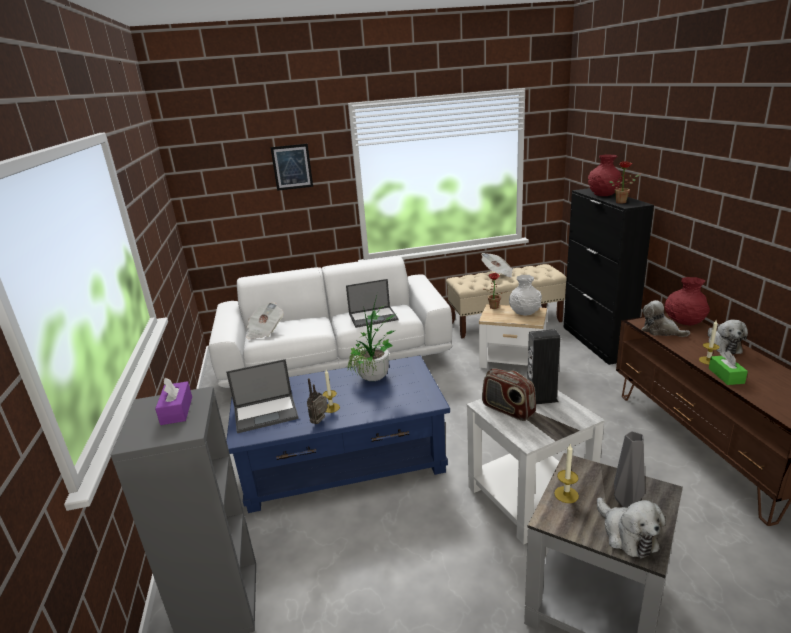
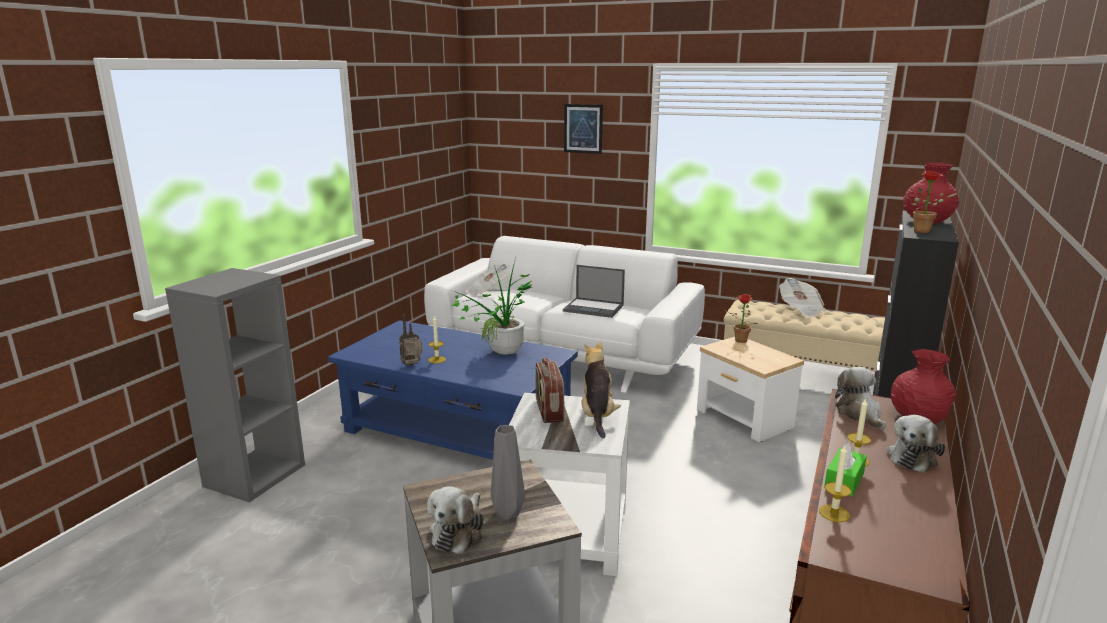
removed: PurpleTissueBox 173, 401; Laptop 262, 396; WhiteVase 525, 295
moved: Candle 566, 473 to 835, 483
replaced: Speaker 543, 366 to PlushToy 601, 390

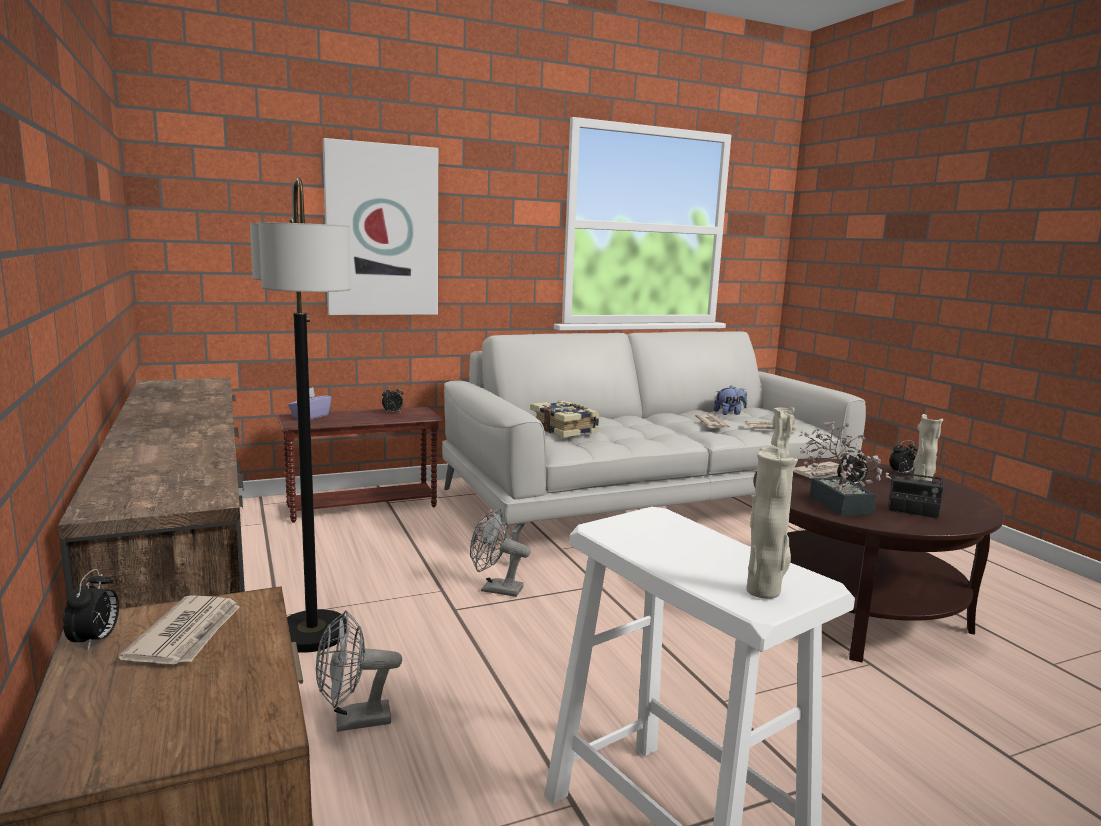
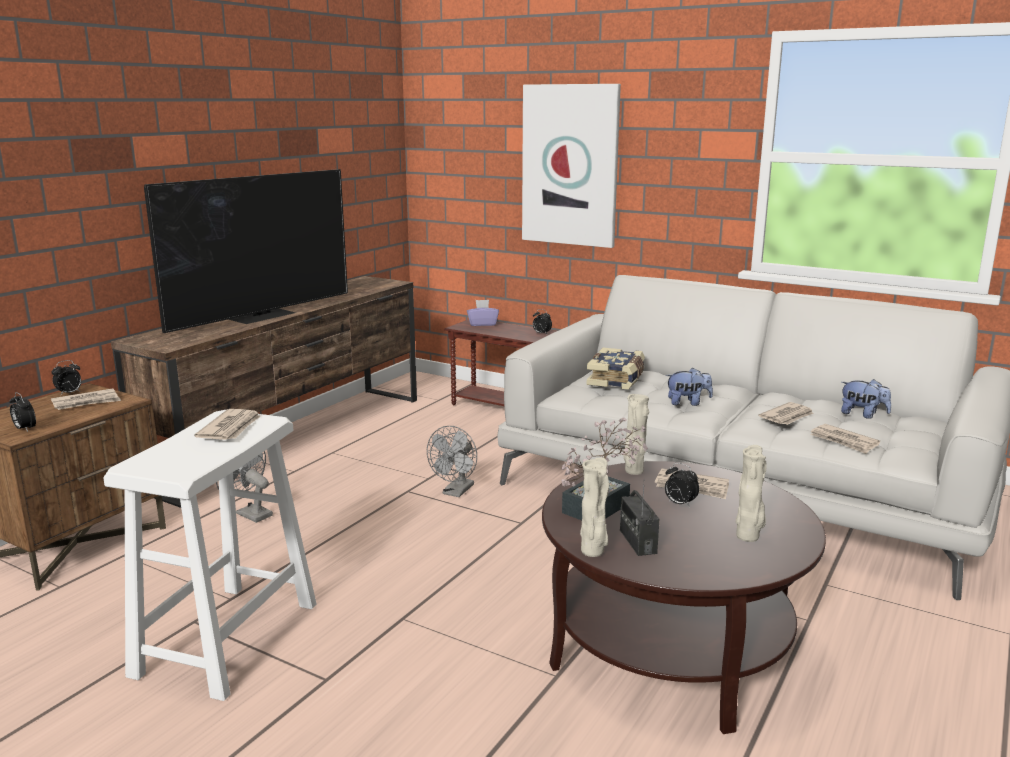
removed: FloorLamp 300, 415
added: Television 246, 251; Newspaper 227, 424; PlushToy 689, 387
moved: AlarmClock 903, 457 to 22, 412; BeigeVase 772, 522 to 594, 507
turned: GreyFan 500, 552 = 452, 461 135 degrees counterclockwise

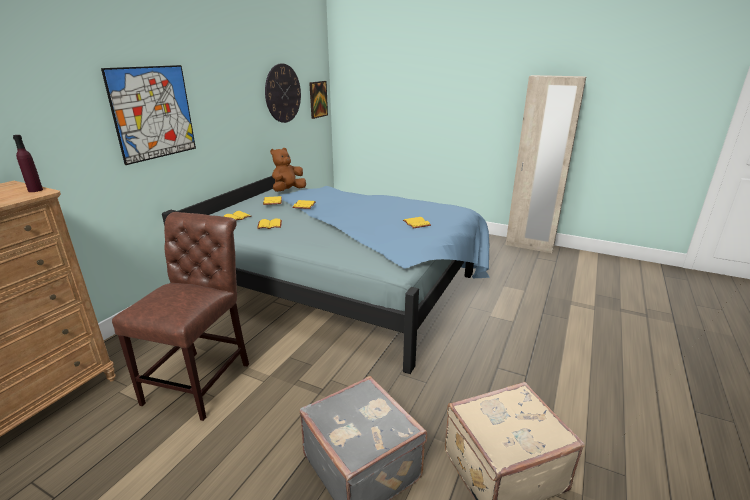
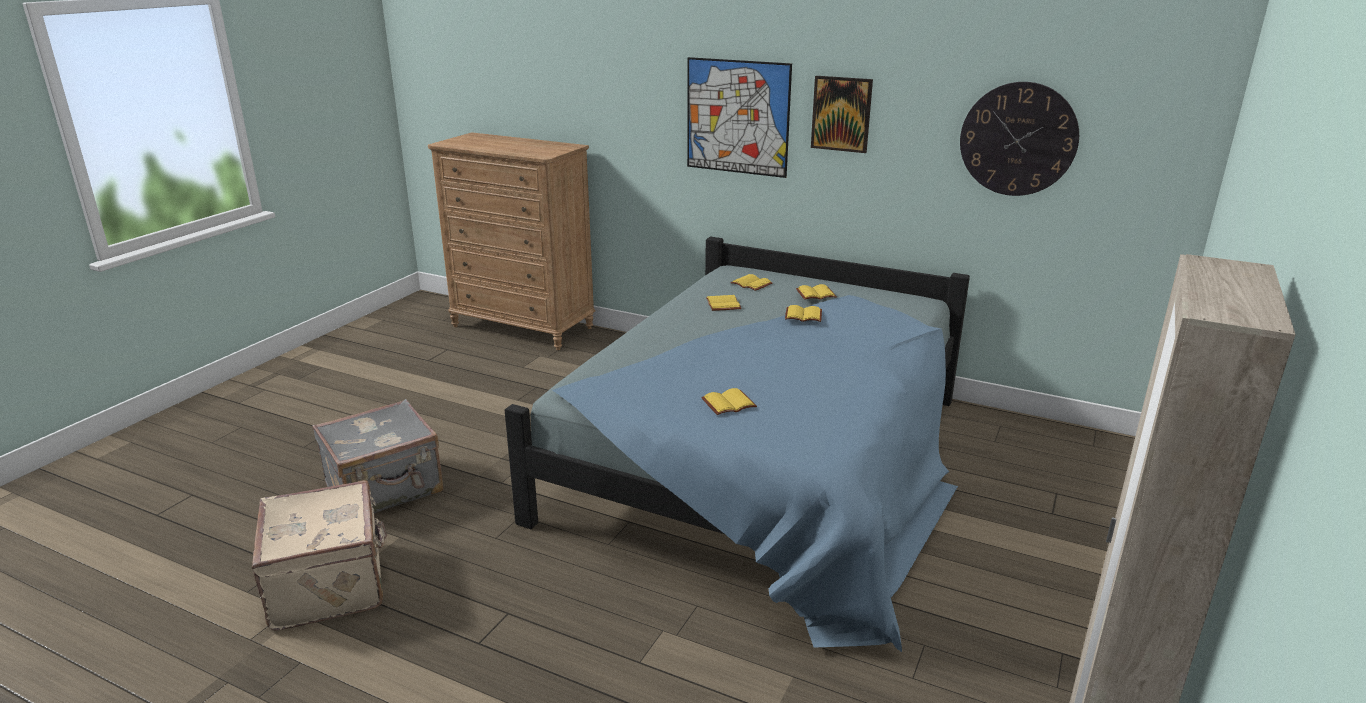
removed: PurpleBottle 28, 163; BrownChair 180, 316; BrownPlushToy 288, 170
moved: Picture 318, 100 to 842, 114

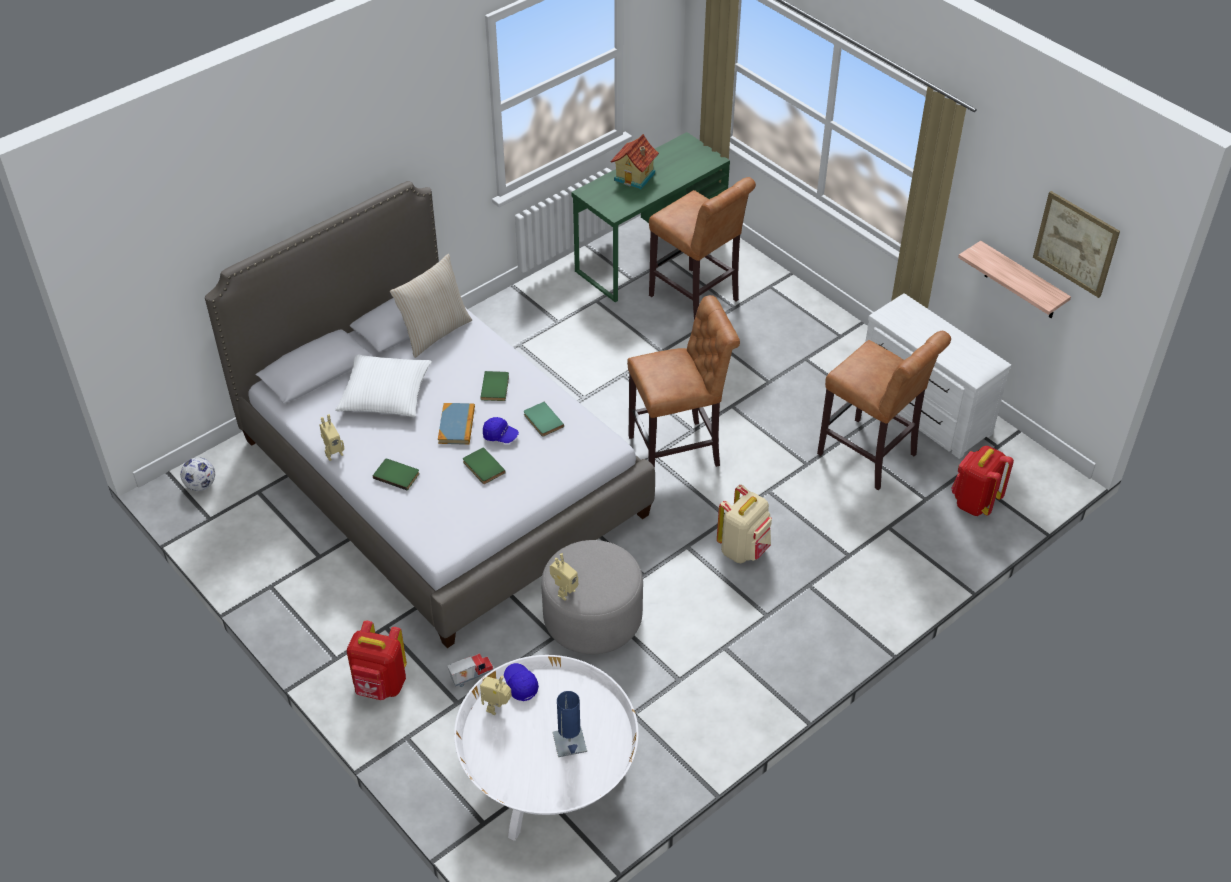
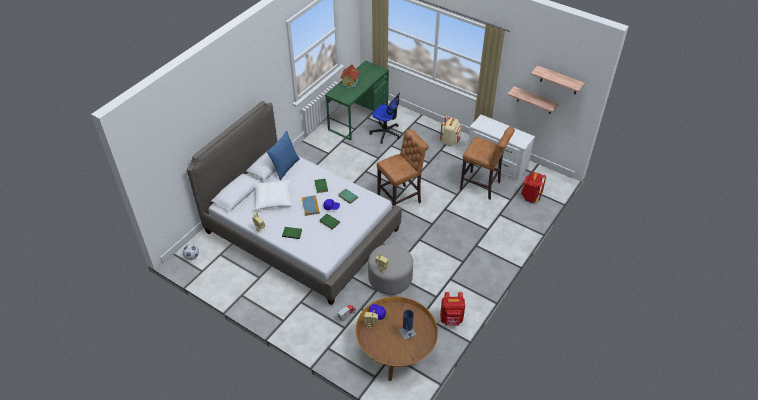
moved: BeigeBackpack 744, 524 to 450, 131; RedBackpack 377, 660 to 452, 309
replaced: BrownStool 702, 248 to OfficeChair 385, 118; Picture 1076, 244 to Shelf 558, 80
recoloured: BeigePillow 431, 306 to BluePillow 283, 155; WhiteCoffeeTable 546, 748 to BrownCoffeeTable 397, 338

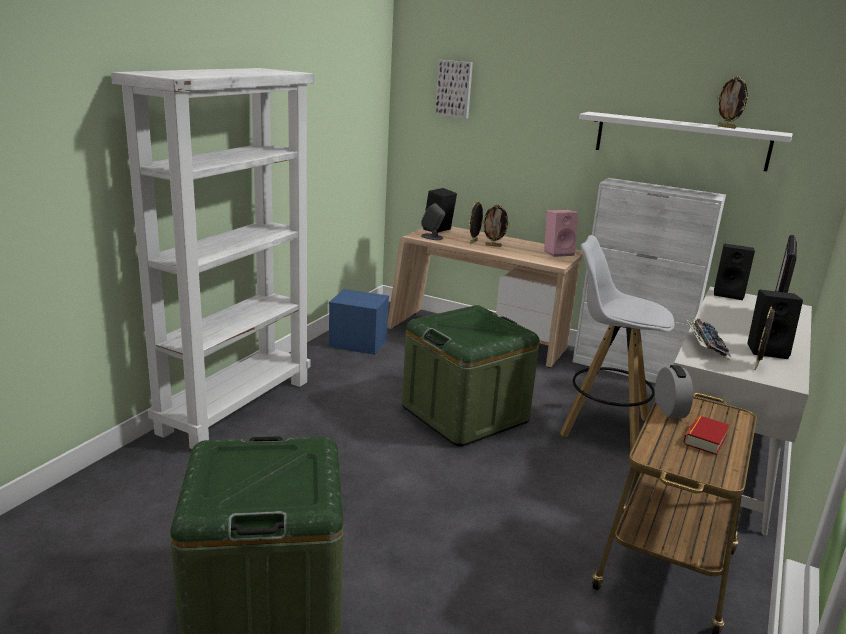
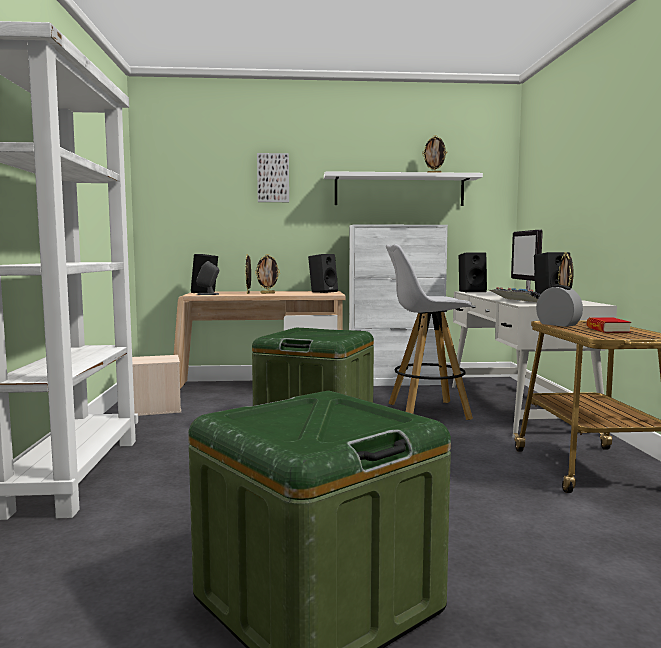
moved: Picture 454, 89 to 273, 177
recoloured: BlueStorageBox 359, 322 to BeigeStorageBox 156, 385; PinkSpeaker 561, 233 to BlackSpeaker 323, 273

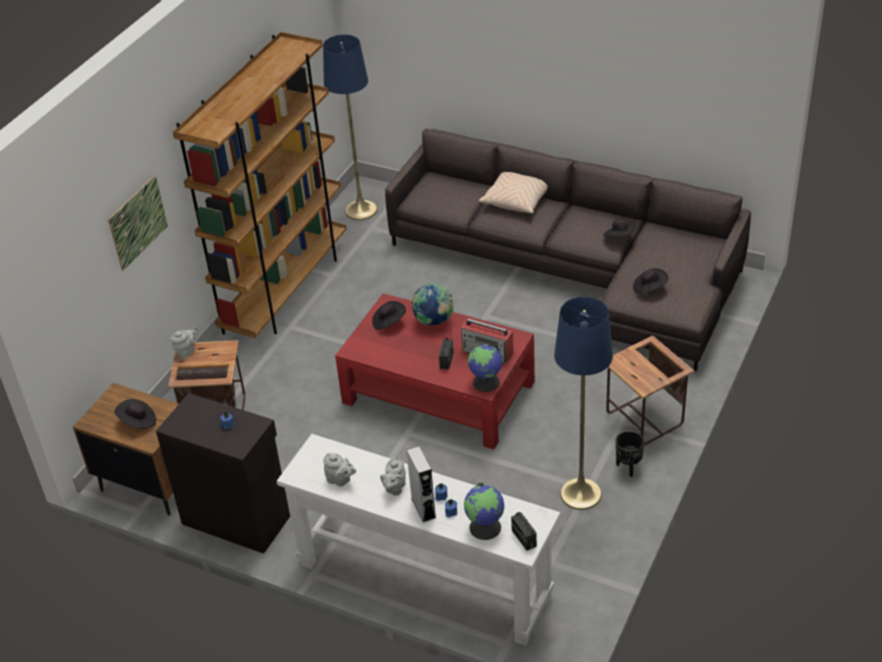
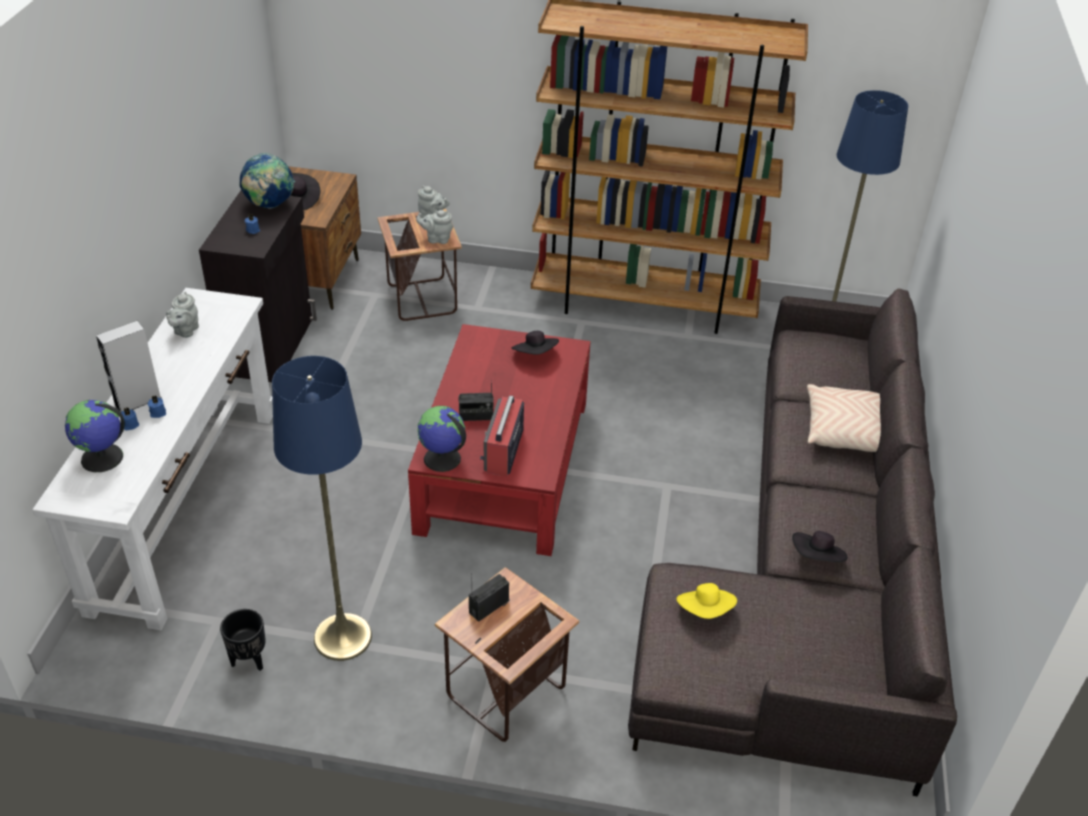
removed: Picture 138, 223
moved: BlackPlanter 630, 454 to 243, 640; Globe 433, 304 to 267, 181; GreyTeapot 393, 476 to 434, 227; Radio 524, 531 to 489, 597
recoloured: BlackHat 651, 281 to YellowHat 707, 601

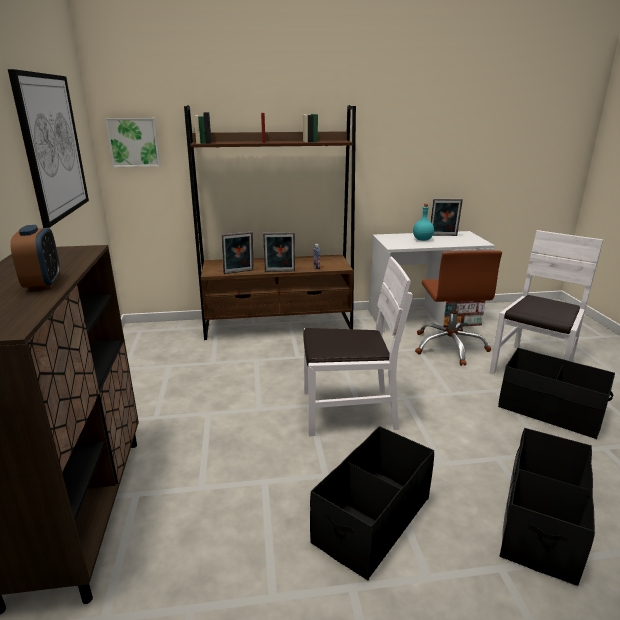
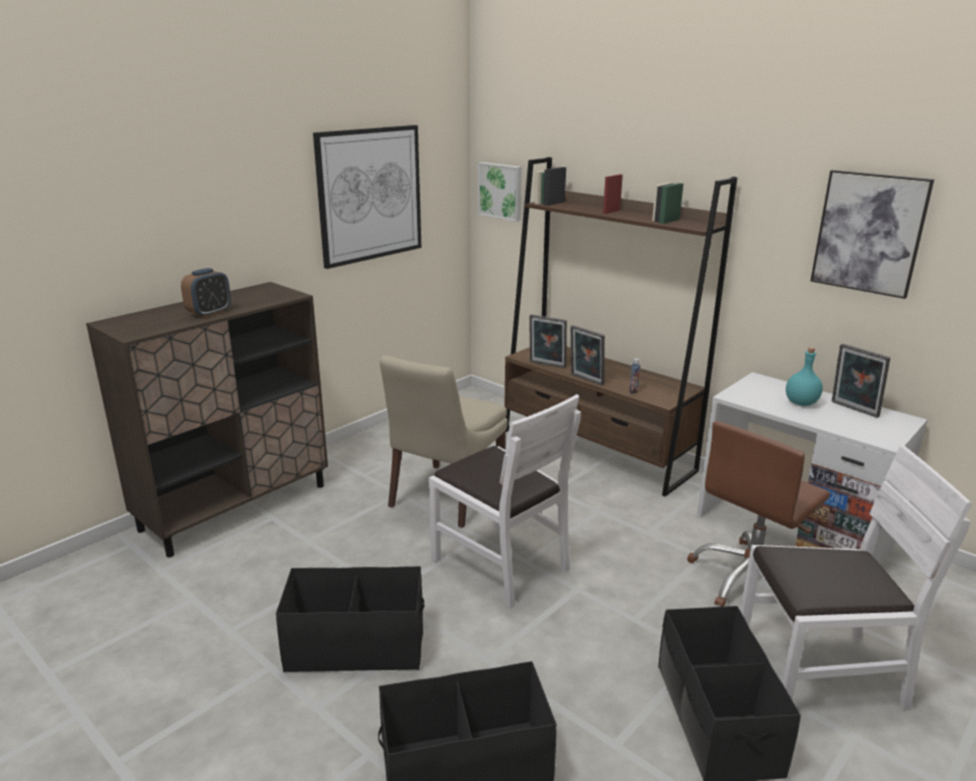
added: BeigeChair 443, 441; Picture 872, 234

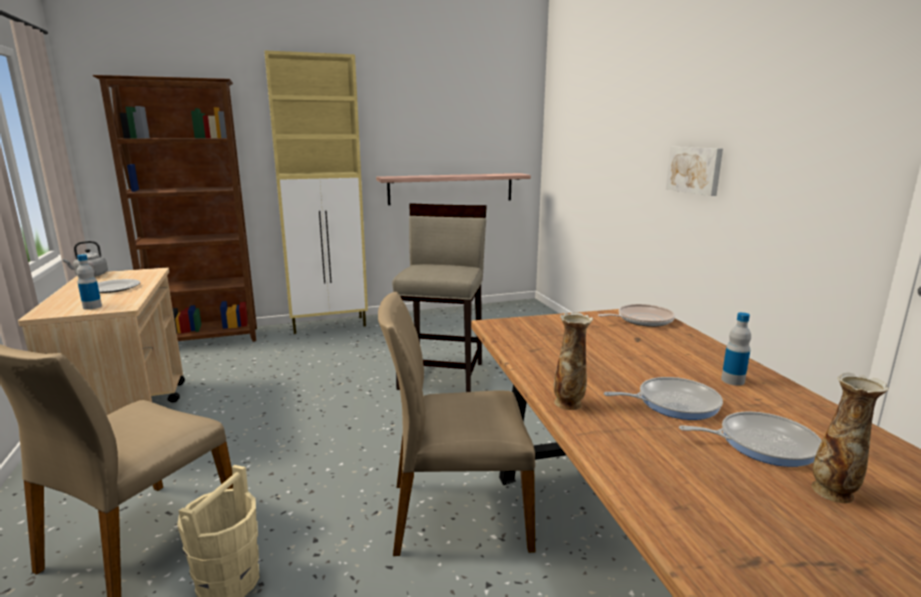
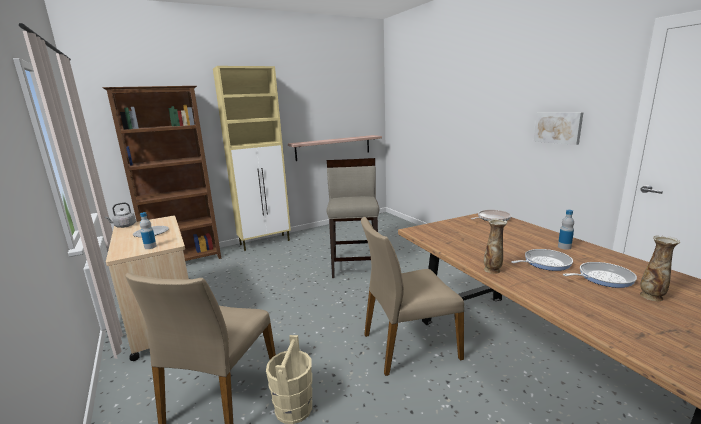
moved: Picture 694, 171 to 558, 128

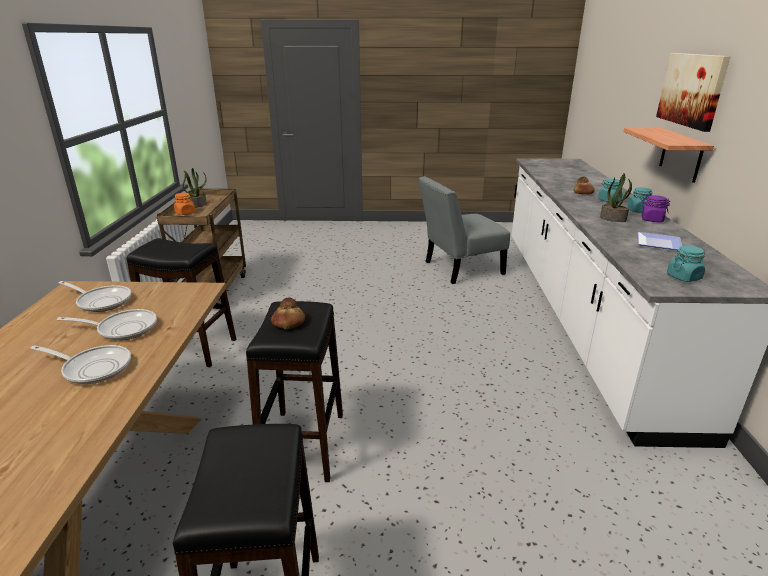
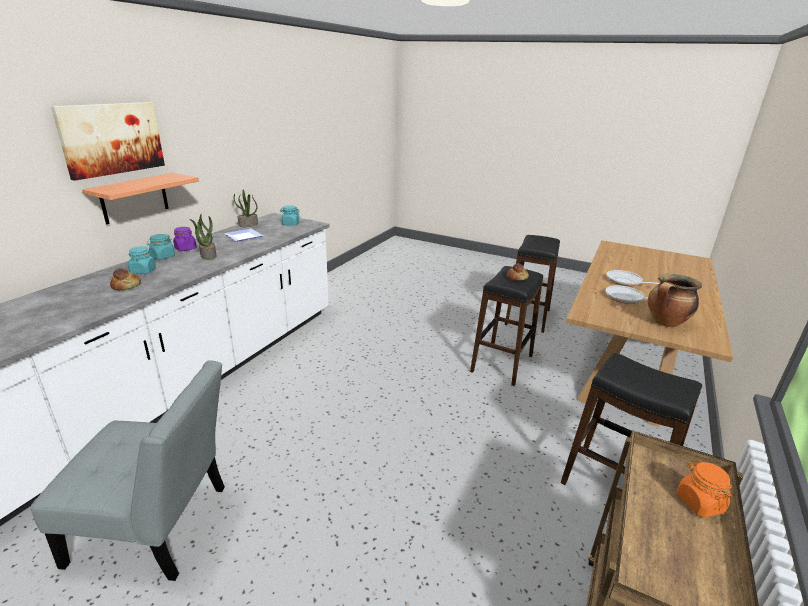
moved: PottedPlant 195, 188 to 246, 208
replaced: FryingPan 95, 296 to CookingPot 675, 300

